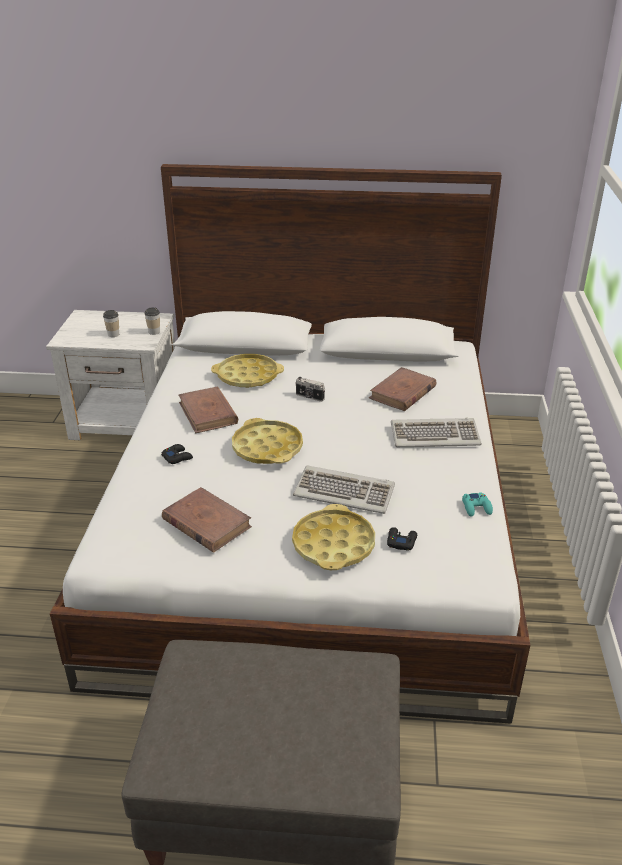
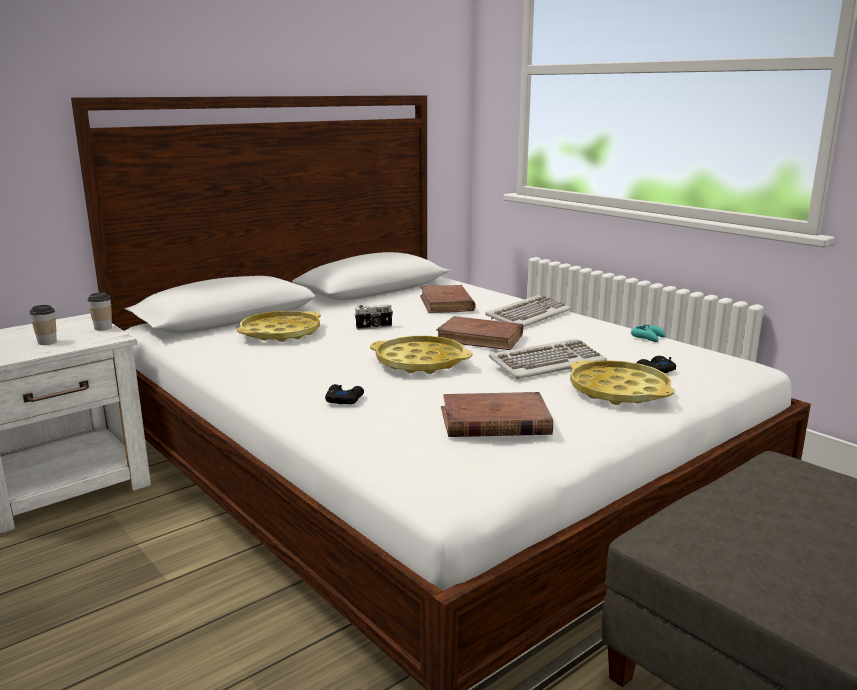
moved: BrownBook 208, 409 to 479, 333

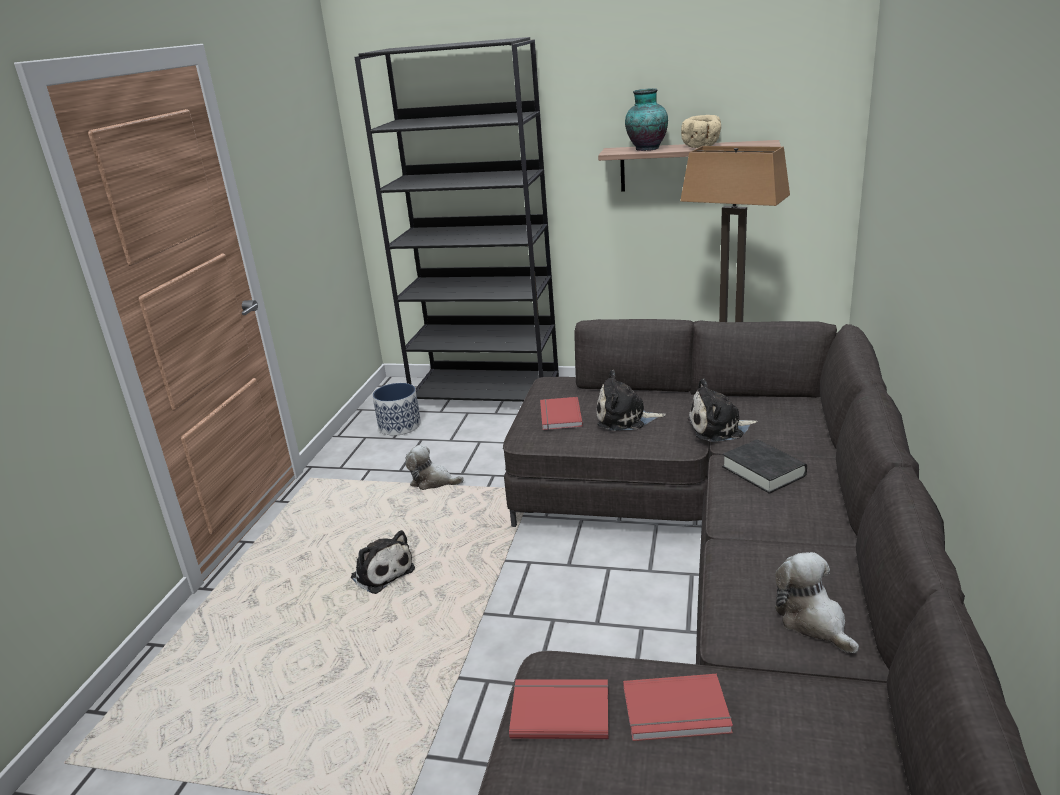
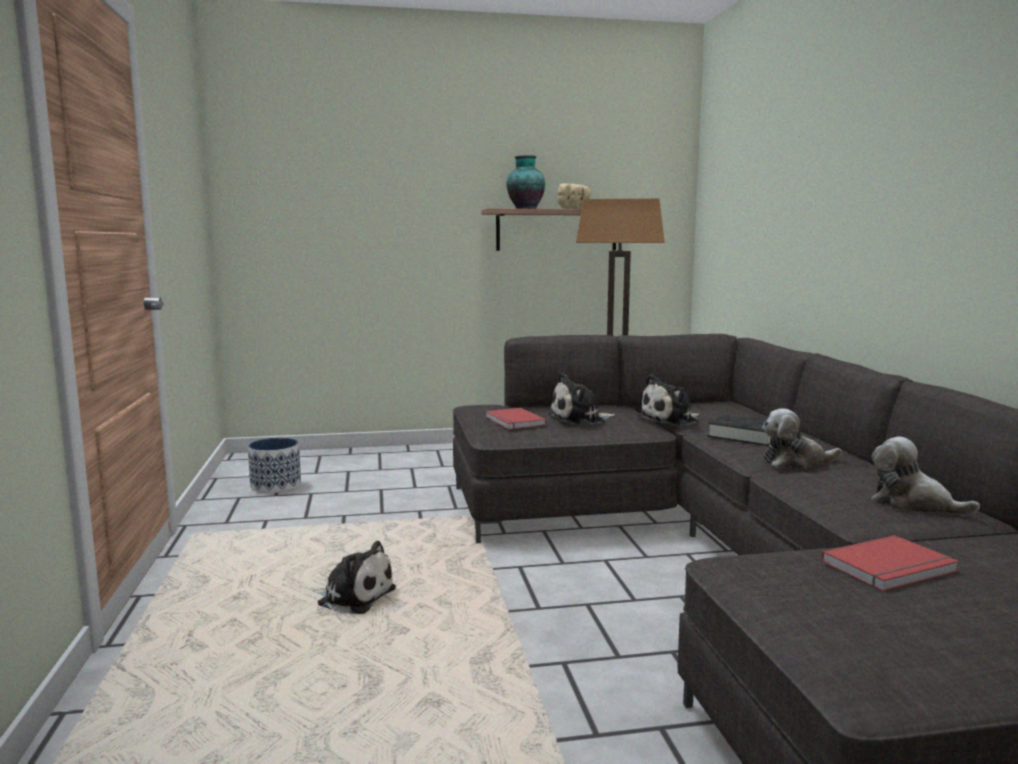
removed: BlackBookcase 456, 219; RedBook 559, 709
moved: PlushToy 435, 467 to 802, 439

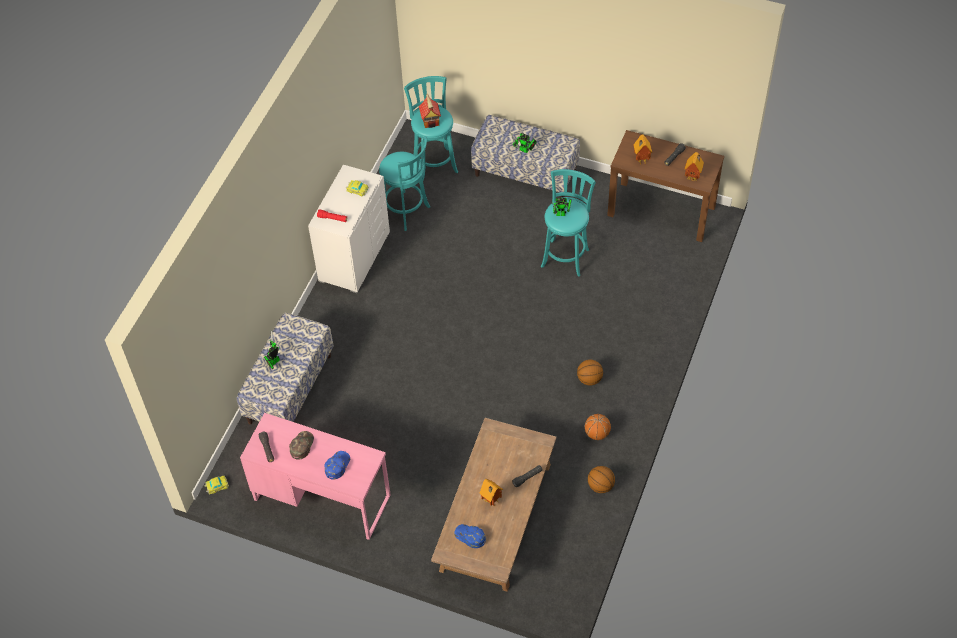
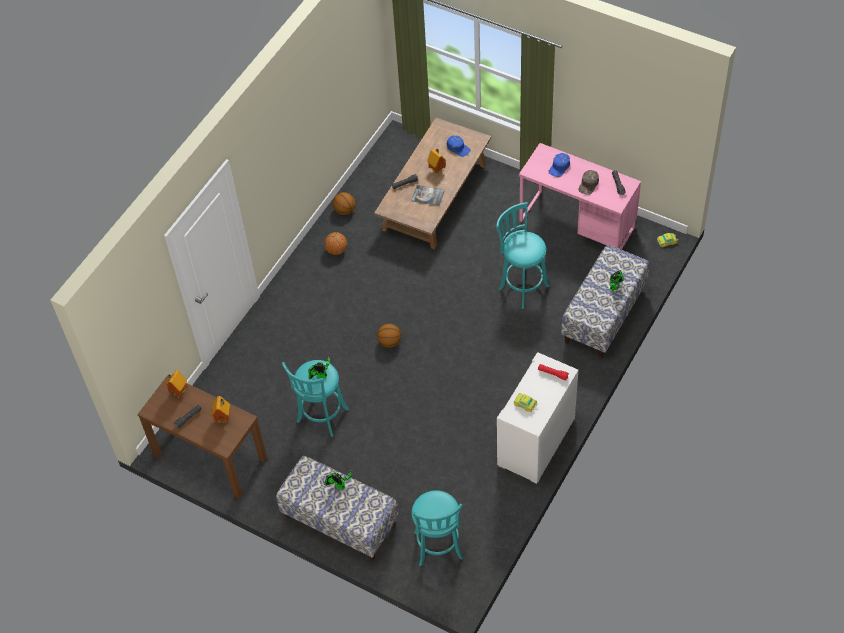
removed: ToyHouse 430, 111
added: Book 428, 195
moved: Basketball 590, 373 to 389, 336; TurquoiseStool 404, 183 to 523, 255

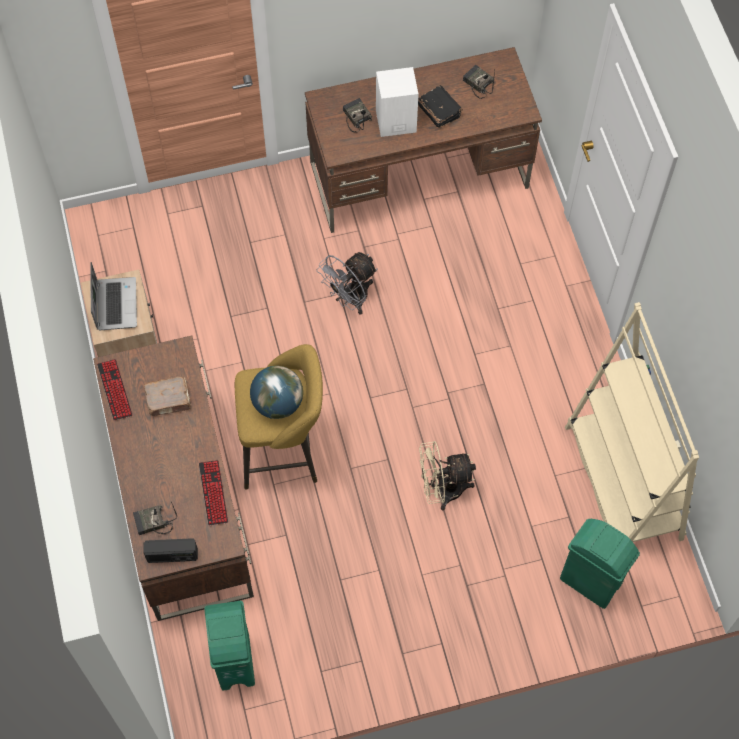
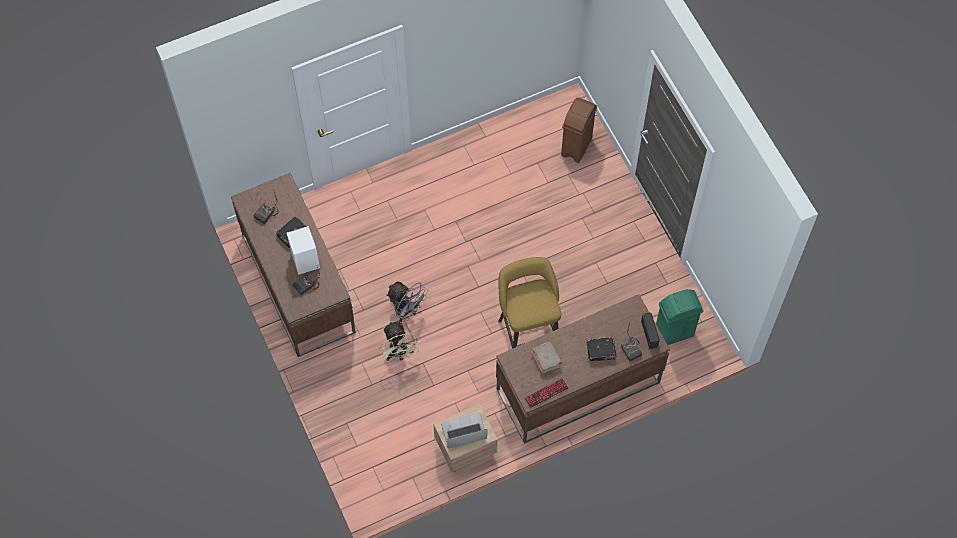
removed: Keyboard 213, 493; Globe 276, 392; BeigeBookcase 632, 422
added: BlackBook 601, 349
moved: BeigeFan 447, 475 to 400, 341
recoloured: GreenTrashCan 600, 563 to BrownTrashCan 579, 130

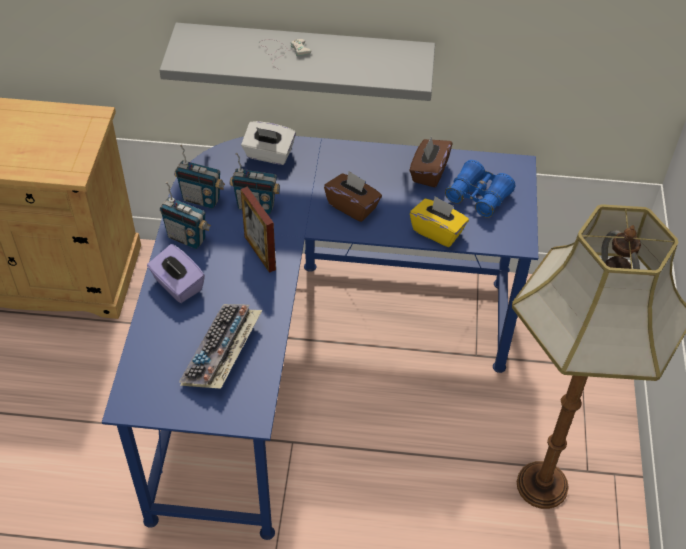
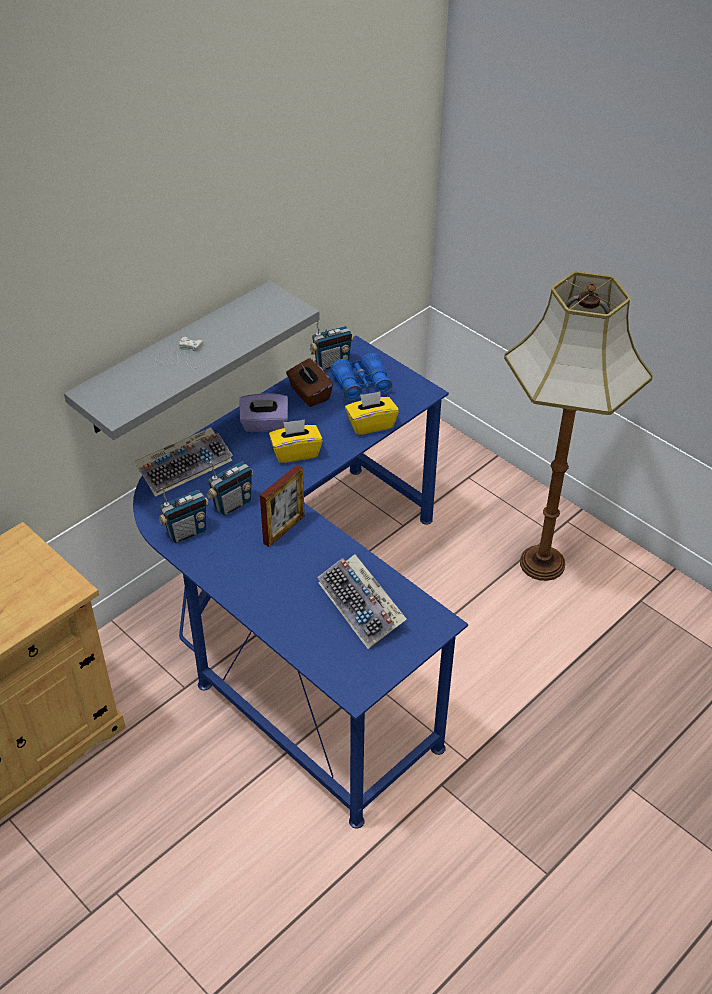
moved: PurpleTissueBox 176, 273 to 263, 412; Radio 185, 215 to 332, 346
replaced: WhiteTissueBox 268, 143 to Keyboard 183, 462
recoloured: BrownTissueBox 353, 196 to YellowTissueBox 296, 441
turned: PictureFrame 258, 229 = 282, 506 60 degrees counterclockwise

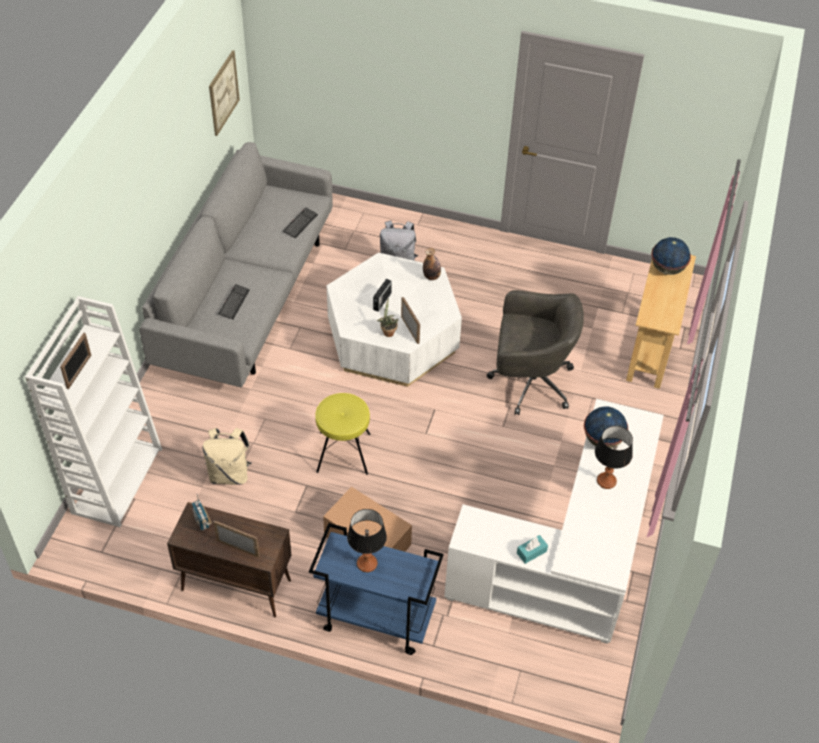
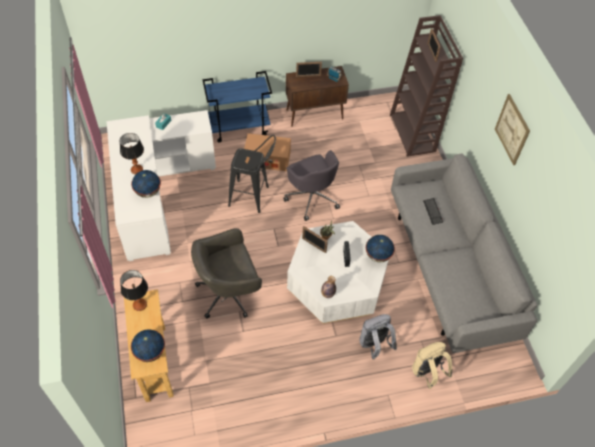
removed: Keyboard 300, 223
added: BlackStool 252, 174; Globe 380, 248
moved: TableLamp 367, 540 to 134, 290; BeigeBackpack 226, 456 to 432, 365; Picture 224, 93 to 512, 129
replaced: YellowStool 343, 434 to GreyOfficeChair 311, 185
recoloured: WhiteBookcase 93, 411 to BrownBookcase 426, 86

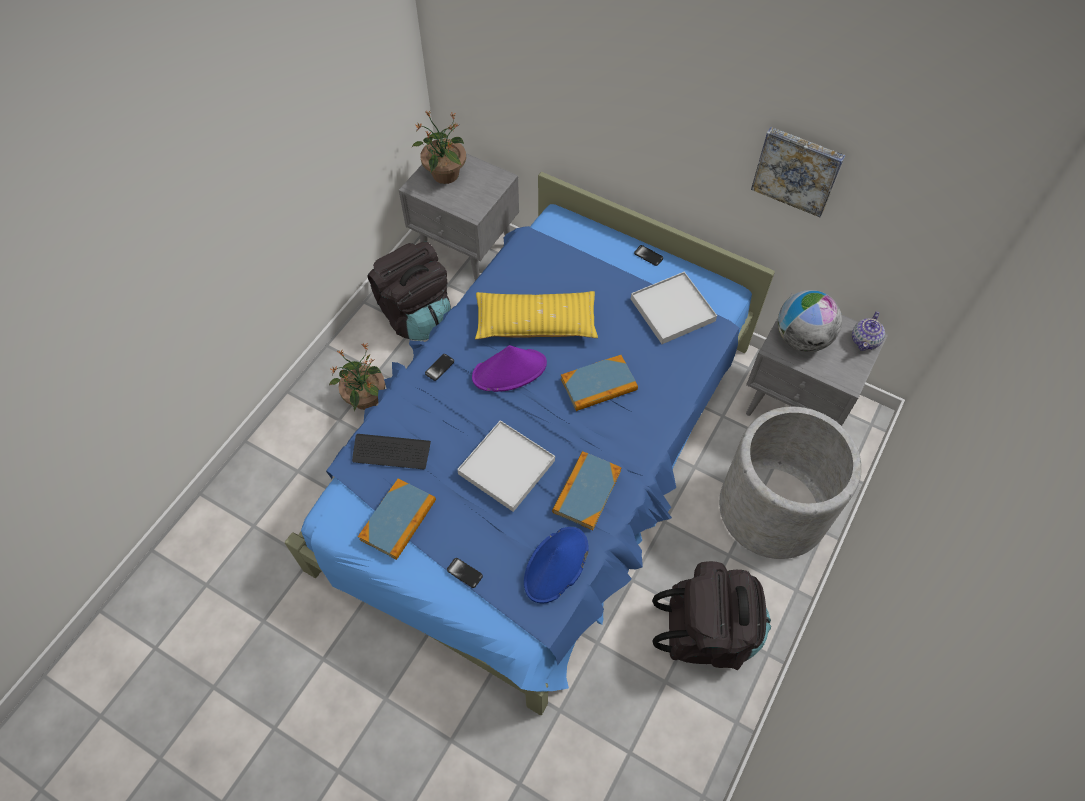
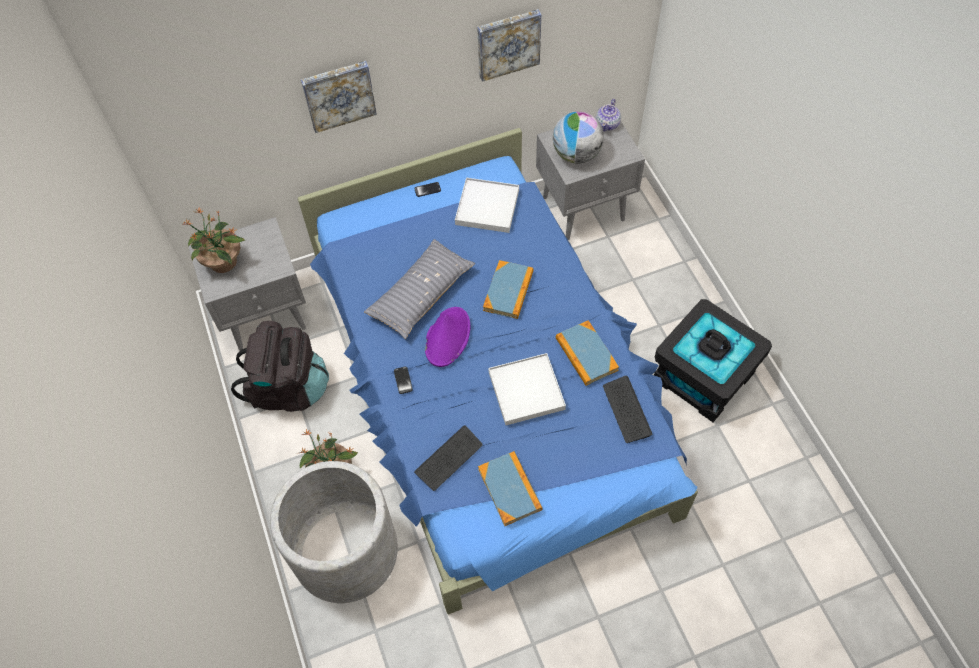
removed: Phone 465, 573
added: Picture 339, 97
moved: GreyPlanter 790, 483 to 334, 532
replaced: BlueHat 556, 565 to Keyboard 628, 409; BlackBackpack 711, 615 to BlackStorageBox 713, 360
recoloured: YellowPillow 536, 315 to GreyPillow 419, 289
turned: Teapot 868, 331 = 608, 115 45 degrees clockwise

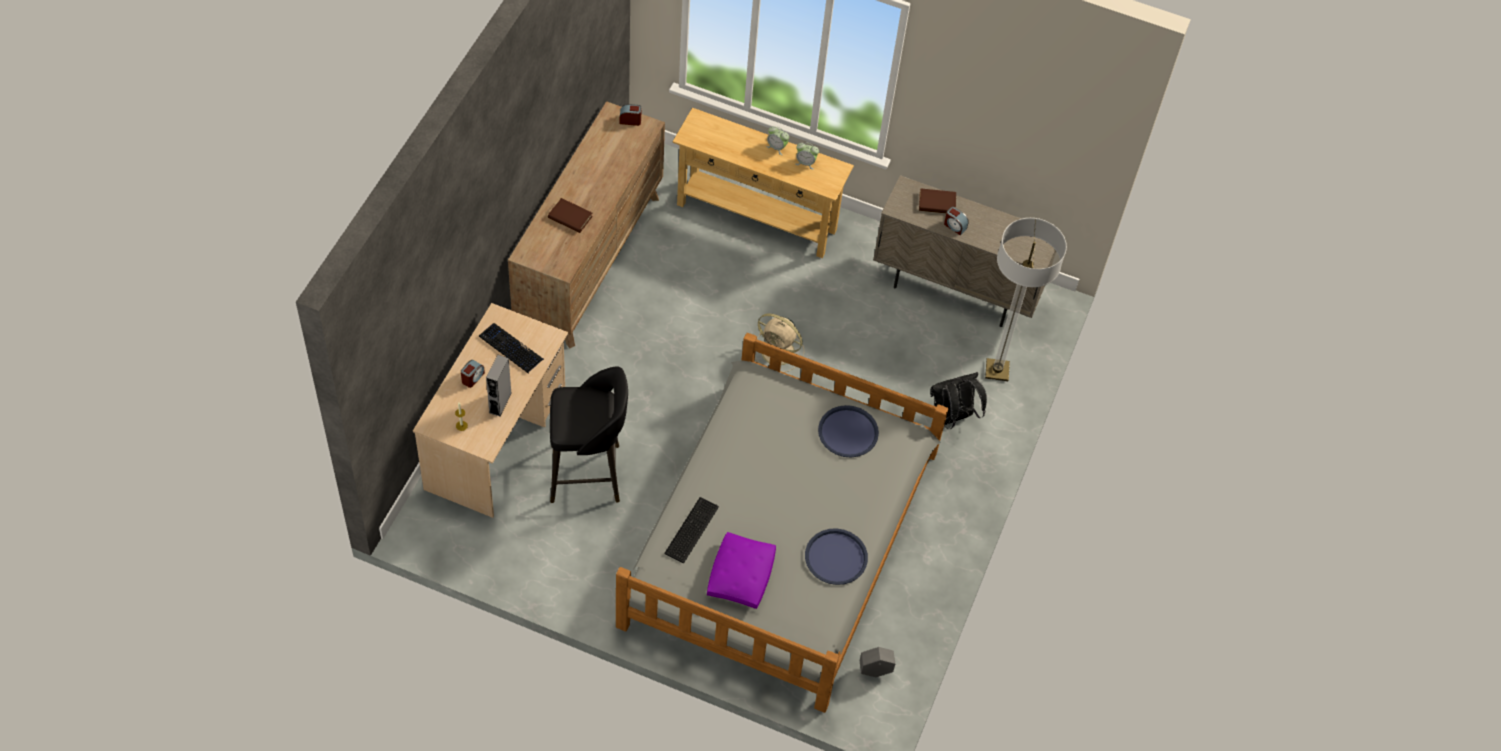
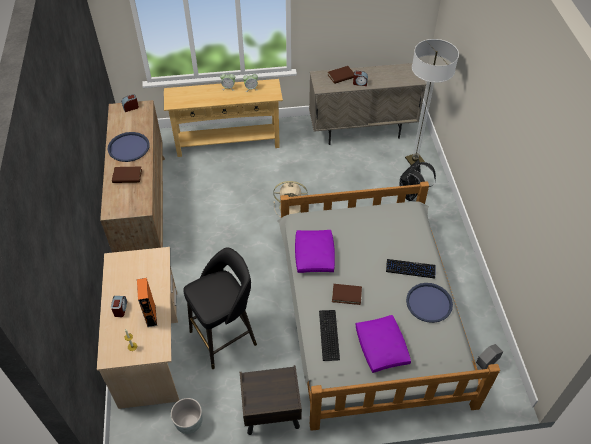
added: GreyPlanter 186, 416; BrownNightstand 271, 400; PurplePillow 315, 251; BrownBook 347, 294
moved: BlueTray 848, 431 to 128, 147; Keyboard 511, 348 to 411, 268
recoloured: GreySpeaker 499, 385 to OrangeSpeaker 147, 302

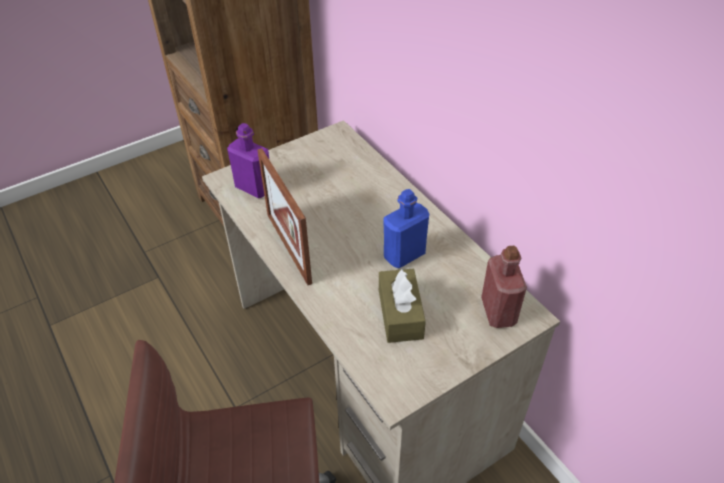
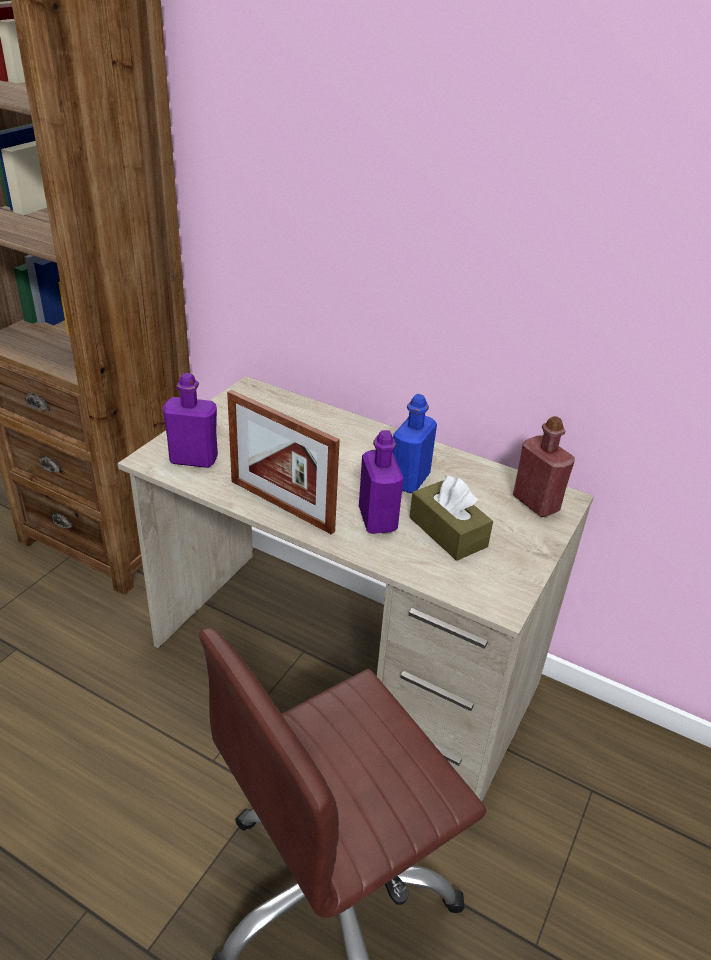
added: PurpleBottle 381, 482

